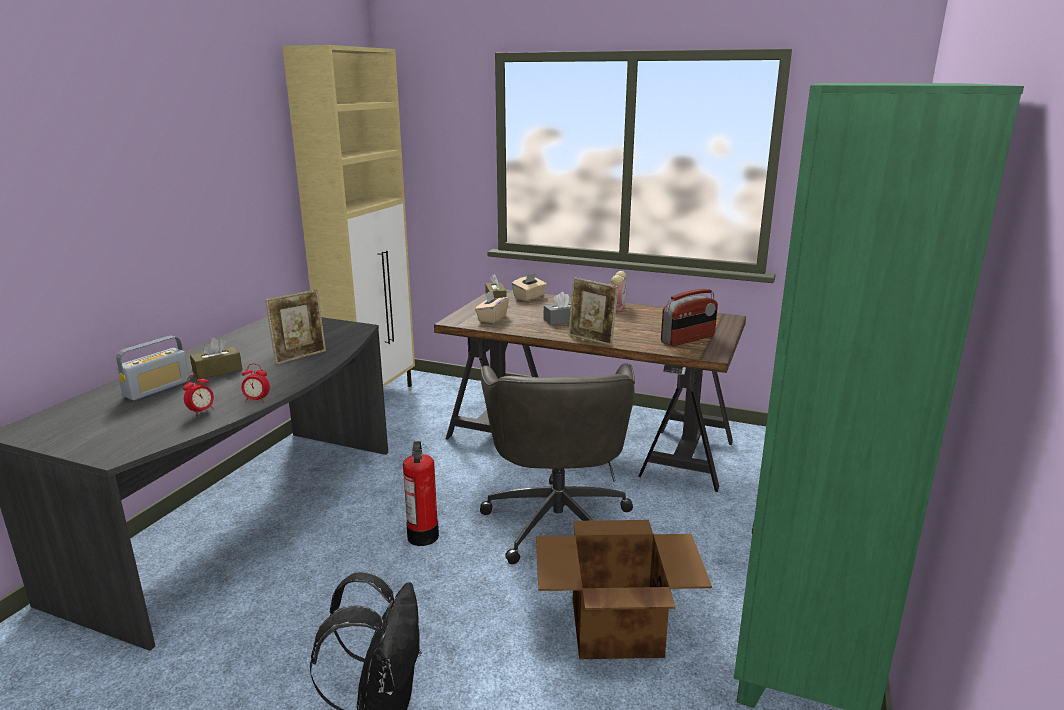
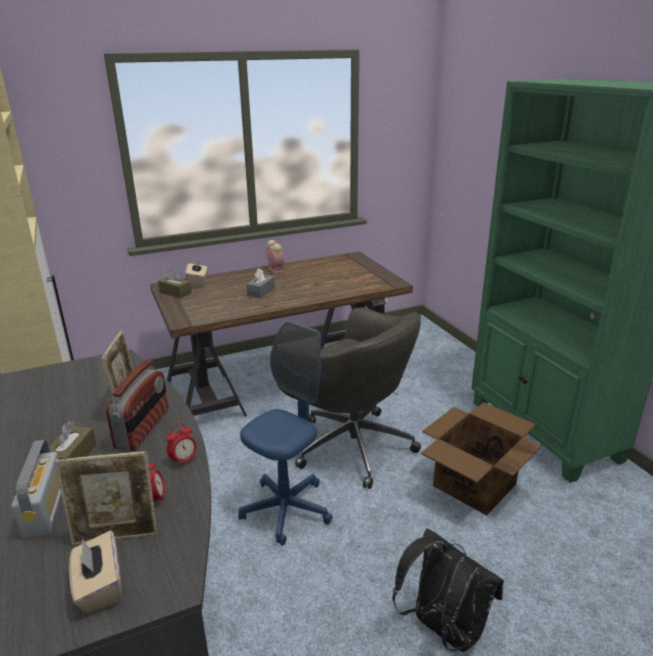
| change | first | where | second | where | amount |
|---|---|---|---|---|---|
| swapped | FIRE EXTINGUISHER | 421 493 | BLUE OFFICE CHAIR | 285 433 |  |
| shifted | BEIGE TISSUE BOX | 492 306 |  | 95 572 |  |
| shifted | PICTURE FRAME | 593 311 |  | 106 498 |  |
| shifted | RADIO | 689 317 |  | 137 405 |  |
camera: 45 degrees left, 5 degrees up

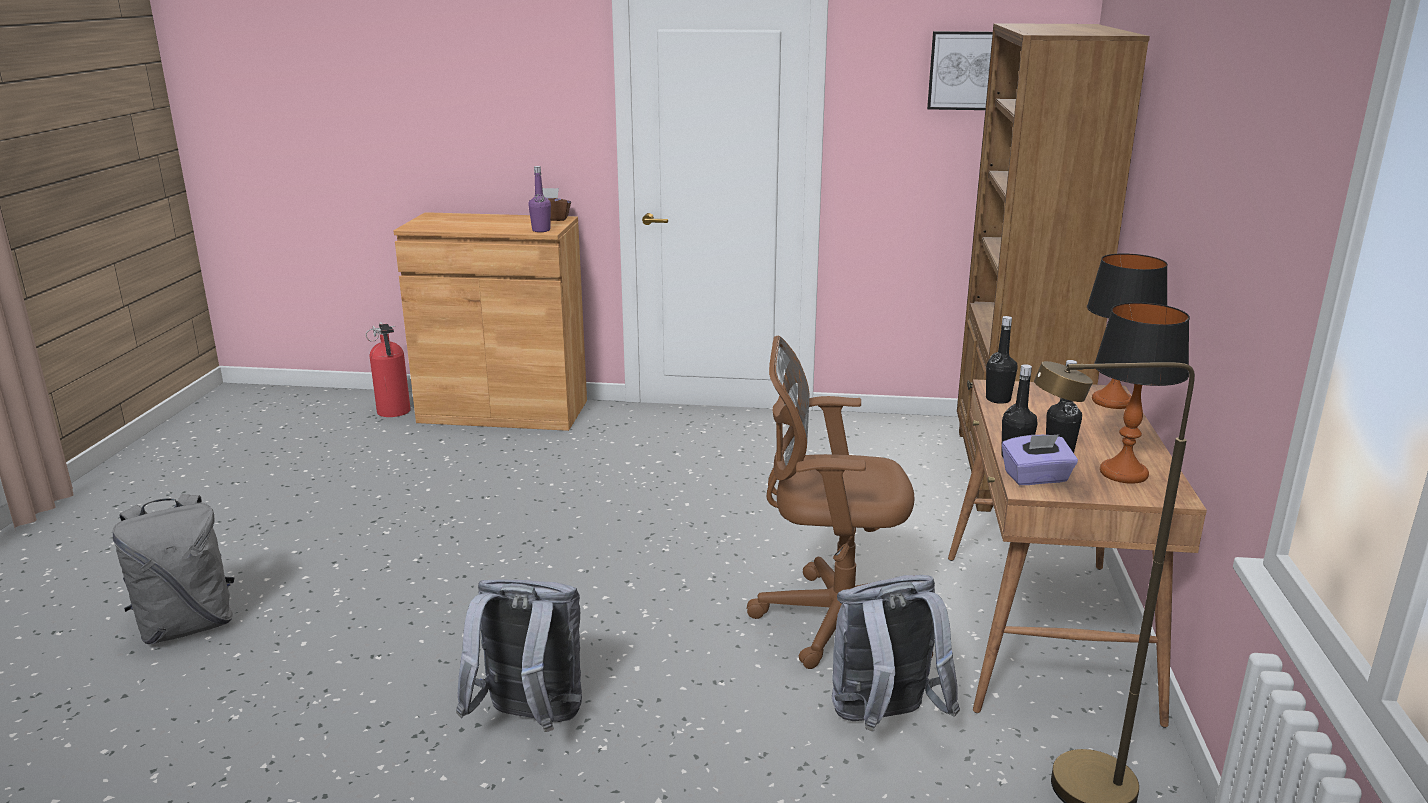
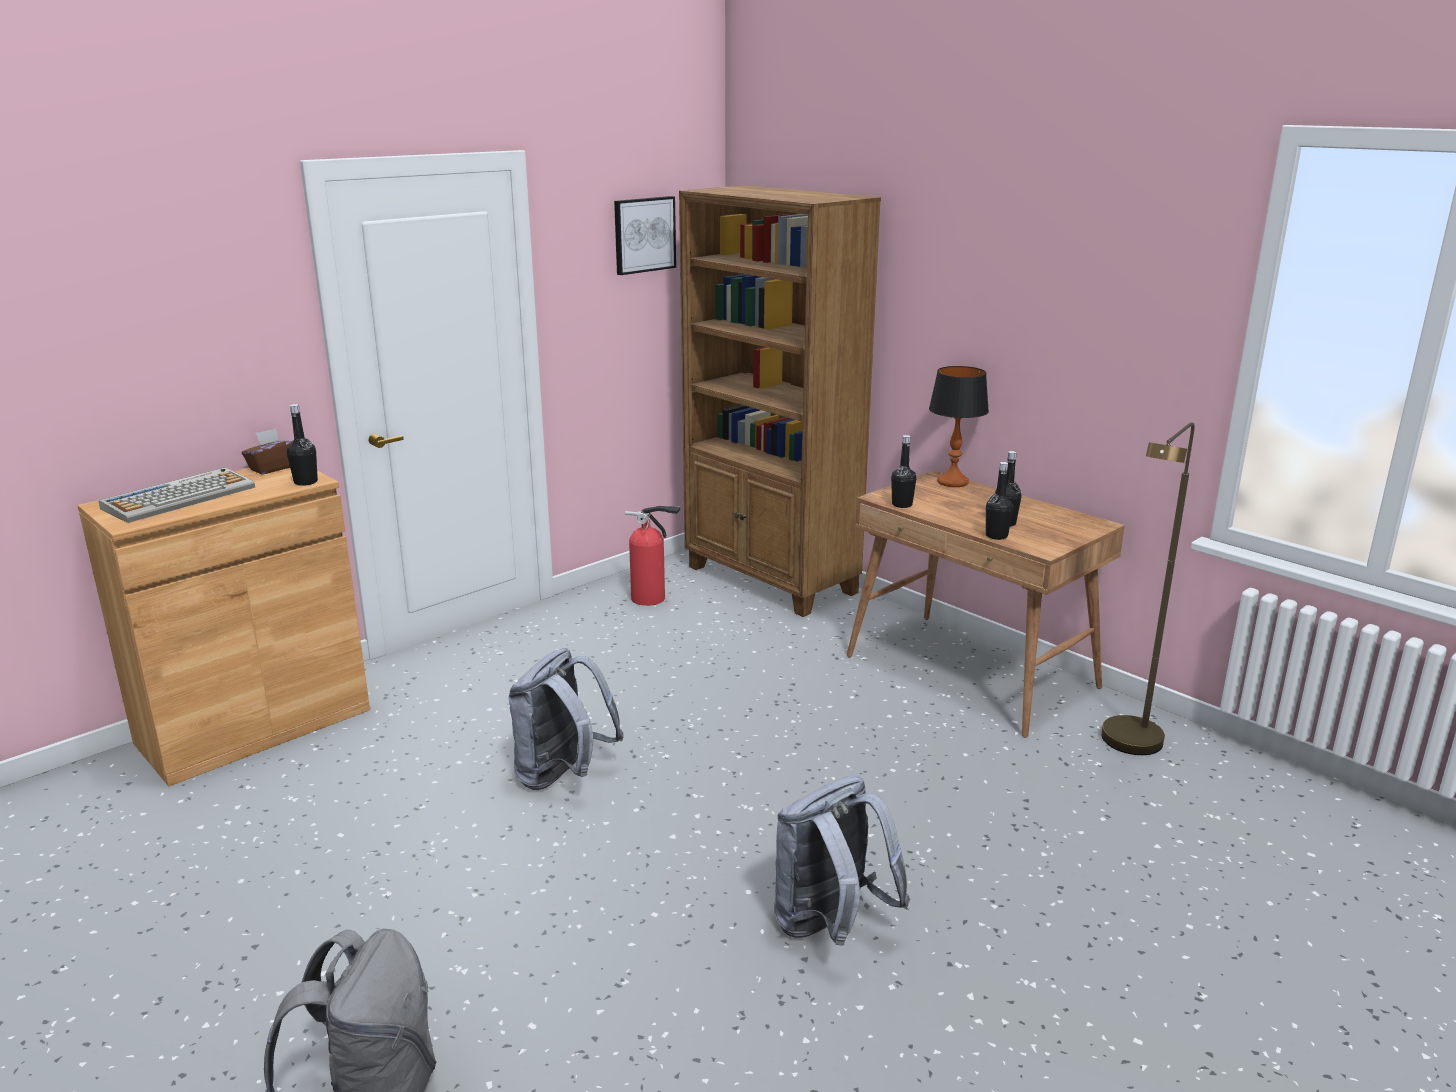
| change | first | where | second | where | amount |
|---|---|---|---|---|---|
| shifted | FIRE EXTINGUISHER | 388 369 |  | 653 556 |  |
| repainted | PURPLE BOTTLE | 539 199 | BLACK BOTTLE | 302 445 |  |
| gone | BROWN OFFICE CHAIR | 840 502 |  |  |  |
| shifted | GREY BACKPACK | 896 653 |  | 565 719 |  |
| gone | PURPLE TISSUE BOX | 1040 459 |  |  |  |
| gone | TABLE LAMP | 1142 393 |  |  |  |
| new |  |  | KEYBOARD | 177 495 |  |
camera: 50 degrees left, 0 degrees up

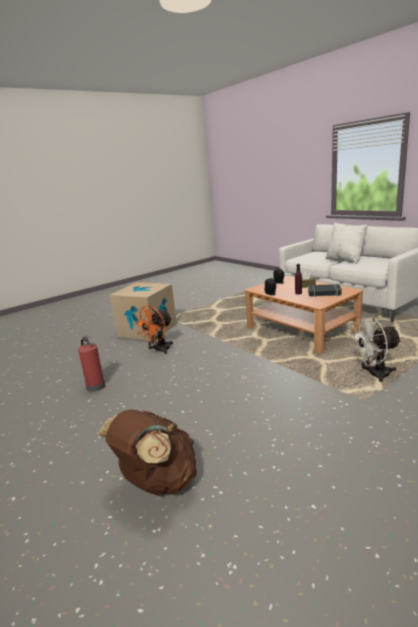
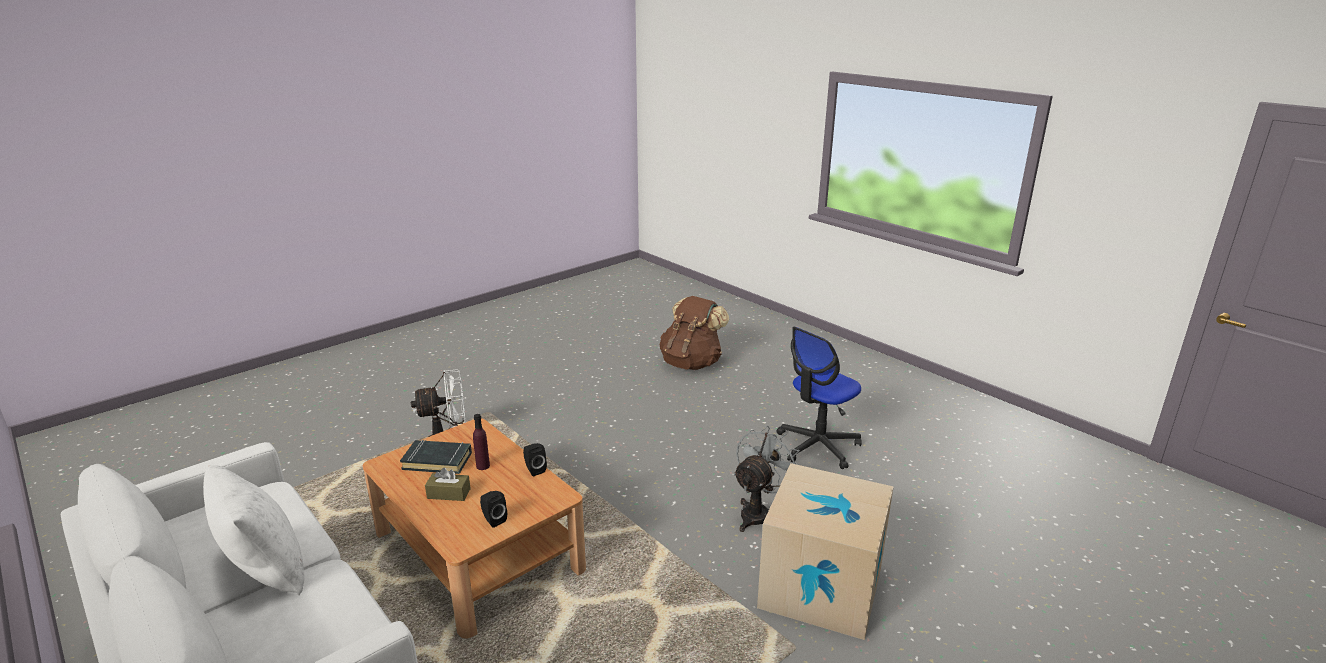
| change | first | where | second | where | amount |
|---|---|---|---|---|---|
| swapped | FIRE EXTINGUISHER | 91 364 | OFFICE CHAIR | 819 398 |  |
| repainted | ORANGE FAN | 153 330 | GREY FAN | 766 479 |  |
camera: 175 degrees right, 5 degrees up

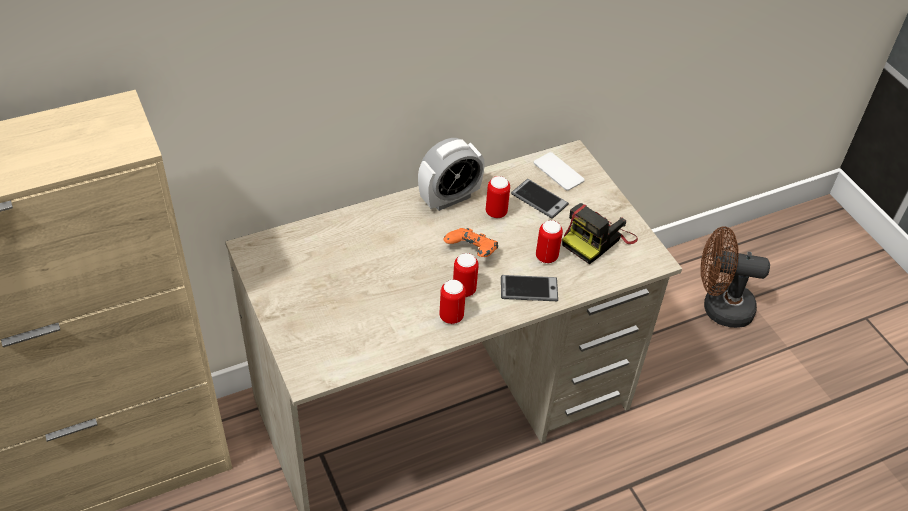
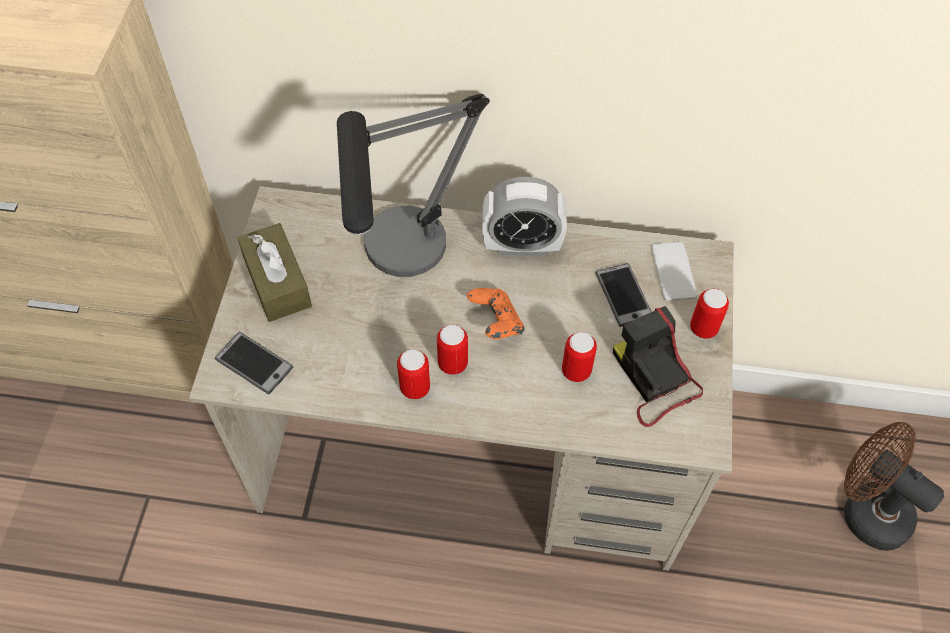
| change | first | where | second | where | amount |
|---|---|---|---|---|---|
| shifted | CAN | 498 197 |  | 709 313 |  |
| shifted | PHONE | 529 288 |  | 254 363 |  |
| rotated | PHOTO CAMERA | 600 233 |  | 658 366 | 75 degrees clockwise |
| new |  |  | BROWN TISSUE BOX | 274 272 |  |
| new |  |  | TABLE LAMP | 413 185 |  |
camera: 35 degrees right, 10 degrees up

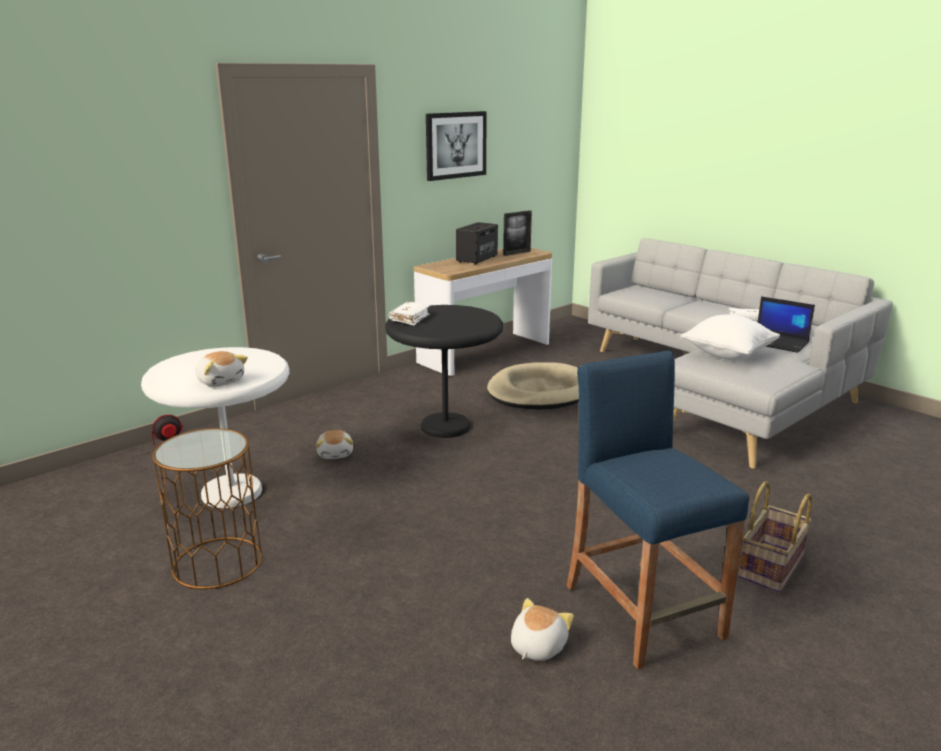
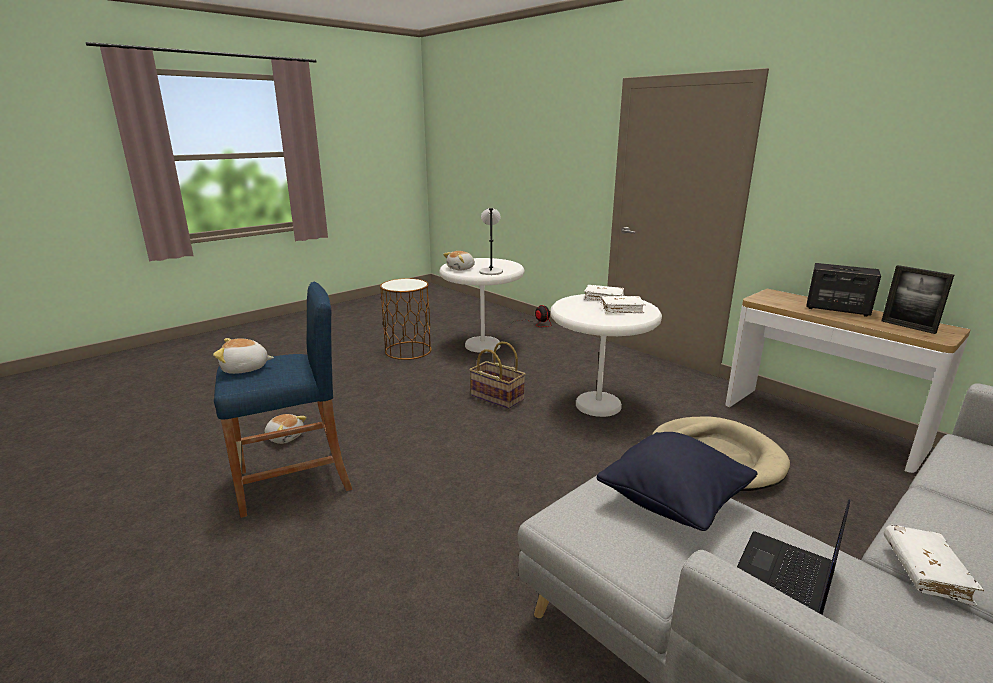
| change | first | where | second | where | amount |
|---|---|---|---|---|---|
| shifted | PLUSH TOY | 334 444 |  | 243 356 |  |
| repainted | BLACK SIDE TABLE | 444 371 | WHITE SIDE TABLE | 606 355 |  |
| gone | PICTURE | 456 146 |  |  |  |
| repainted | WHITE PILLOW | 730 338 | BLACK PILLOW | 677 481 |  |
| shifted | BASKET | 775 537 |  | 497 375 |  |
| new |  |  | GREY TABLE LAMP | 491 241 |  |
| new |  |  | WHITE BOOK | 623 304 |  |
camera: 90 degrees right, 0 degrees up

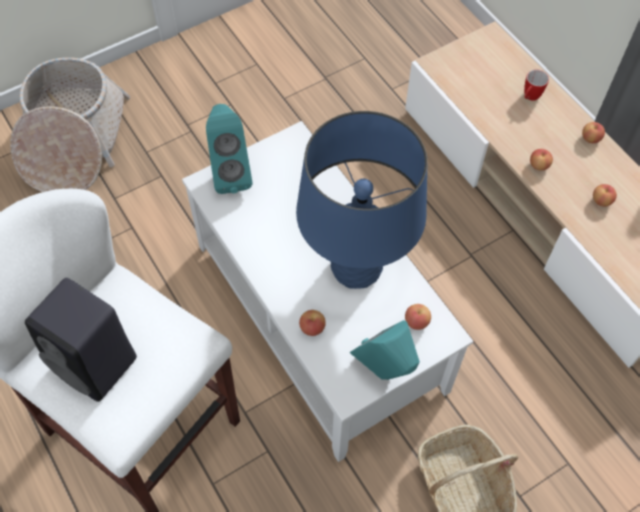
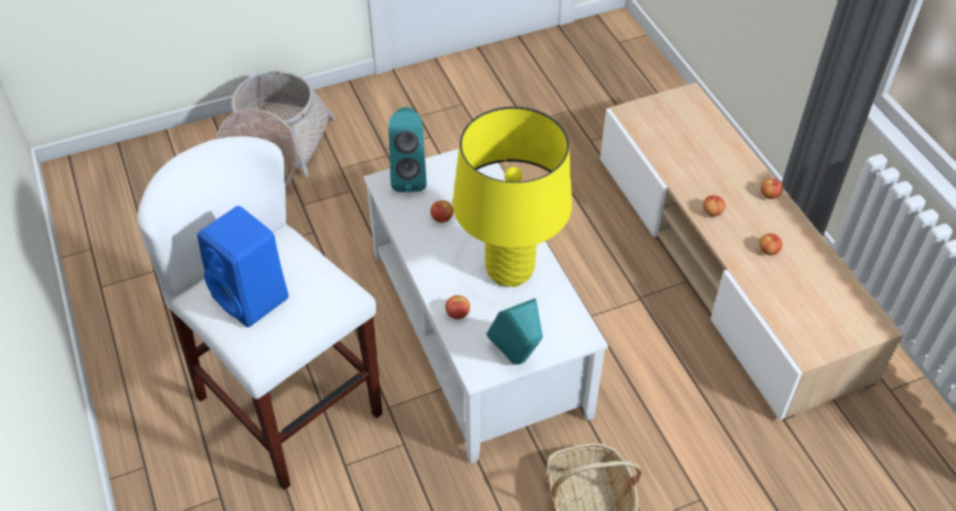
| change | first | where | second | where | amount |
|---|---|---|---|---|---|
| repainted | BLACK SPEAKER | 81 340 | BLUE SPEAKER | 243 266 |  |
| repainted | BLUE TABLE LAMP | 361 200 | YELLOW TABLE LAMP | 512 196 |  |
| shifted | APPLE | 418 317 |  | 441 211 |  |
| gone | MUG | 536 85 |  |  |  |
camera: 10 degrees right, 10 degrees down

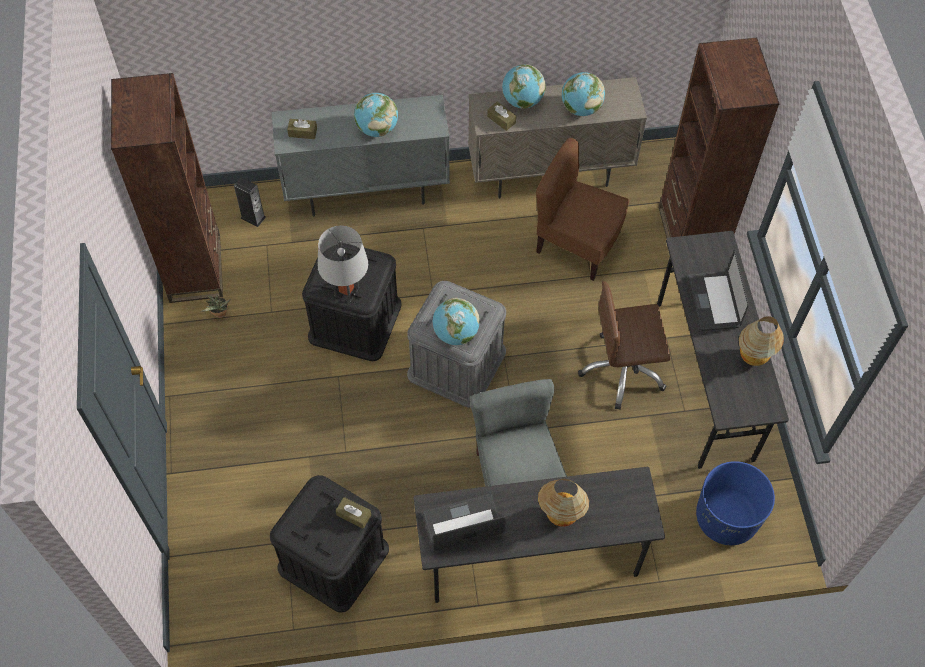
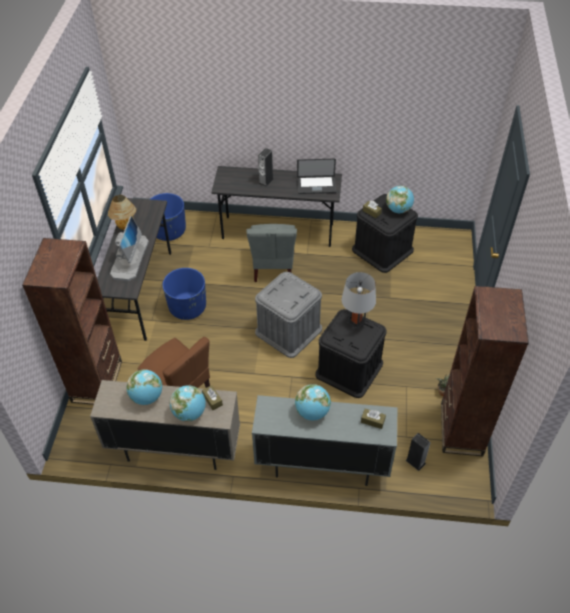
| change | first | where | second | where | amount |
|---|---|---|---|---|---|
| shifted | GLOBE | 456 321 |  | 400 199 |  |
| swapped | TABLE LAMP | 563 503 | SPEAKER | 266 167 |  |
| swapped | BROWN OFFICE CHAIR | 624 345 | BLUE PLANTER | 184 294 |  |
| swapped | LAPTOP | 718 290 | MONITOR | 129 248 |  |
camera: 165 degrees left, 10 degrees down

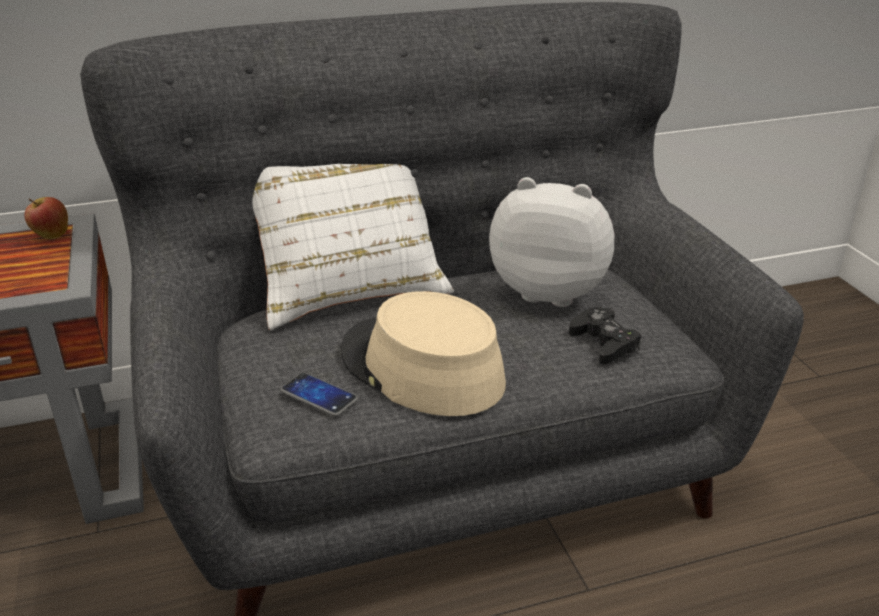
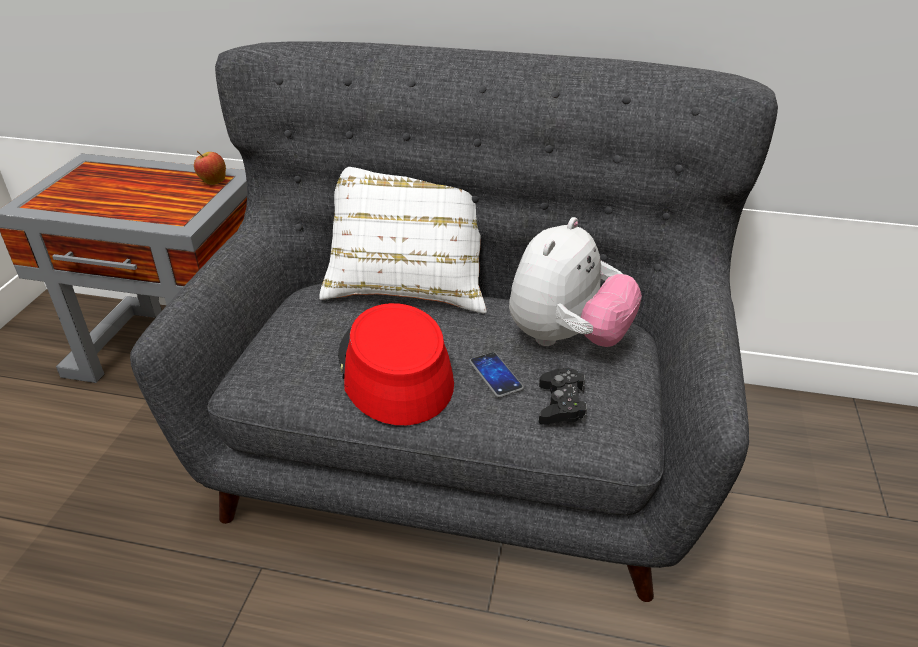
| change | first | where | second | where | amount |
|---|---|---|---|---|---|
| shifted | PHONE | 319 395 |  | 496 375 |  |
| repainted | BEIGE HAT | 423 353 | RED HAT | 396 364 |  |
| rotated | PLUSH TOY | 551 242 |  | 575 282 | 75 degrees clockwise |
camera: 30 degrees right, 5 degrees up

